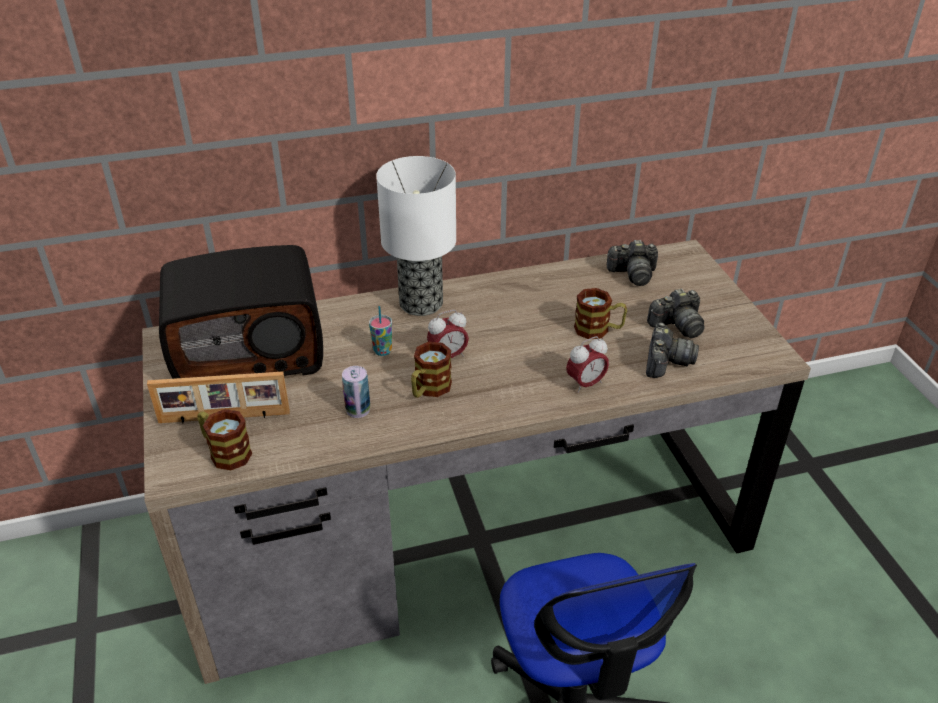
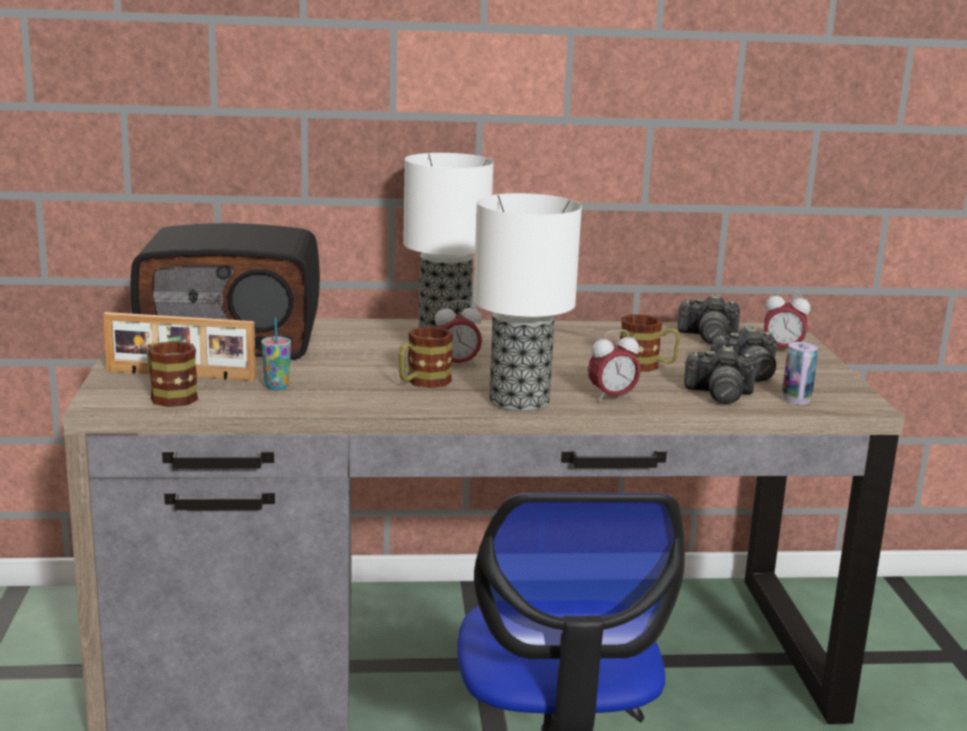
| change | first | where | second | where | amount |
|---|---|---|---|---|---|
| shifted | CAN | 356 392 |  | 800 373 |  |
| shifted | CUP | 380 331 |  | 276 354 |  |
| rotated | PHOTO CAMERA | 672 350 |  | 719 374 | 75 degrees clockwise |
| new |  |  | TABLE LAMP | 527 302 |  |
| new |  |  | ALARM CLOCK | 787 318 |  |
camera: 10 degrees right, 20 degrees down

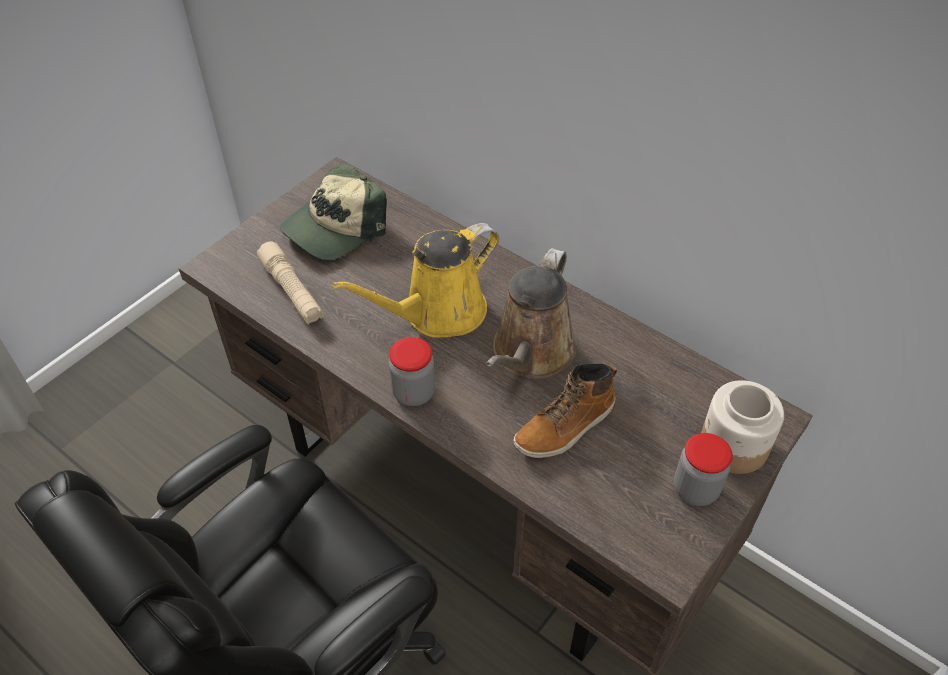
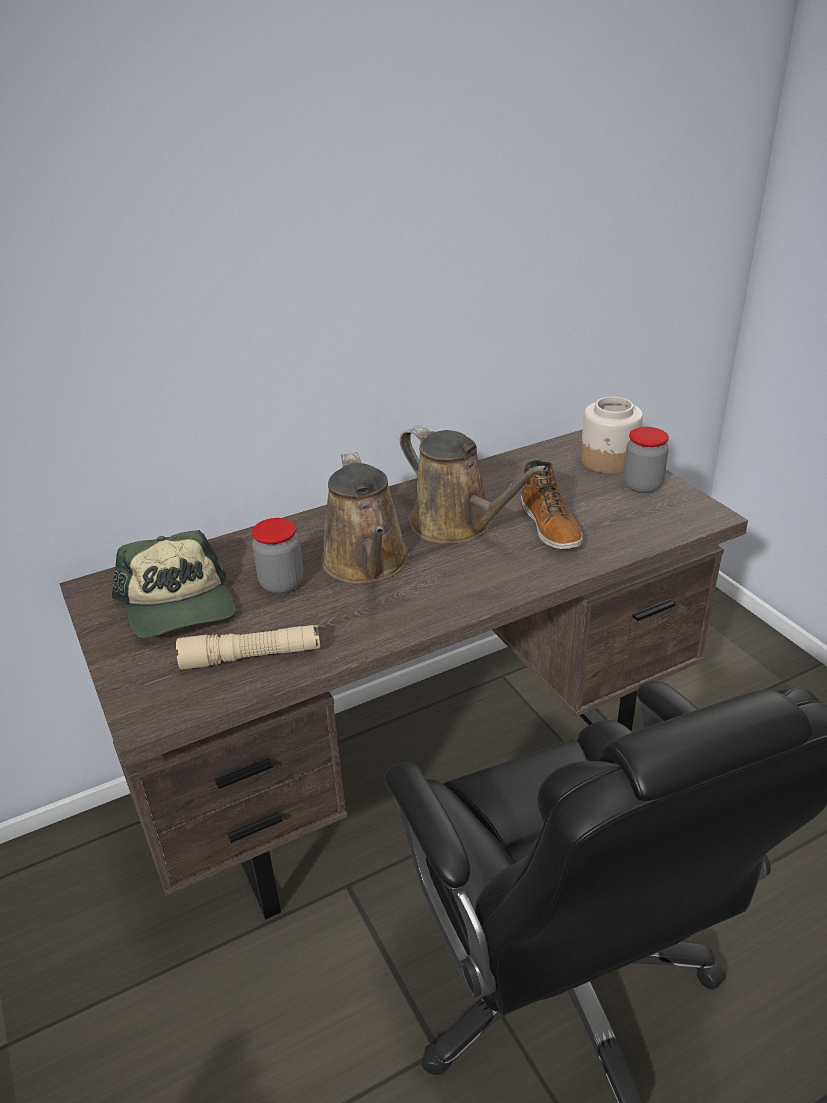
| change | first | where | second | where | amount |
|---|---|---|---|---|---|
| repainted | YELLOW WATERING CAN | 415 280 | BROWN WATERING CAN | 365 518 |  |
| shifted | JAR | 412 371 |  | 277 556 |  |
camera: 65 degrees left, 15 degrees down

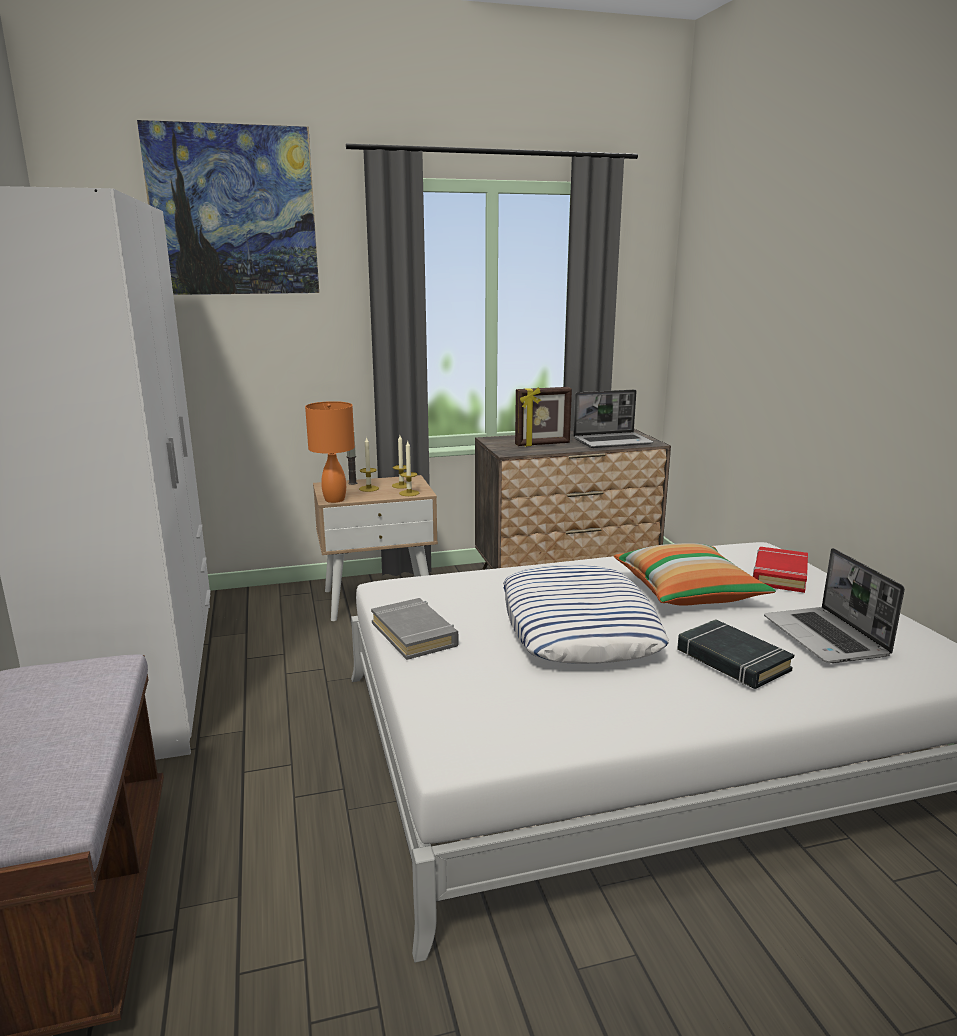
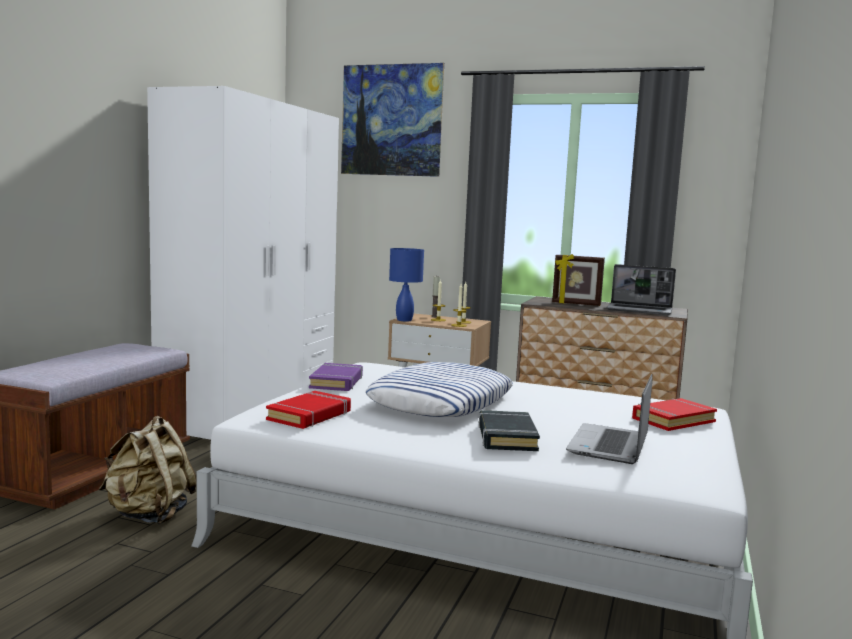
| change | first | where | second | where | amount |
|---|---|---|---|---|---|
| repainted | ORANGE TABLE LAMP | 330 452 | BLUE TABLE LAMP | 406 284 |  |
| repainted | GREY BOOK | 414 629 | PURPLE BOOK | 336 377 |  |
| gone | PILLOW | 695 574 |  |  |  |
| new |  |  | BEIGE BACKPACK | 148 470 |  |
| new |  |  | RED BOOK | 308 410 |  |
camera: 35 degrees right, 10 degrees down

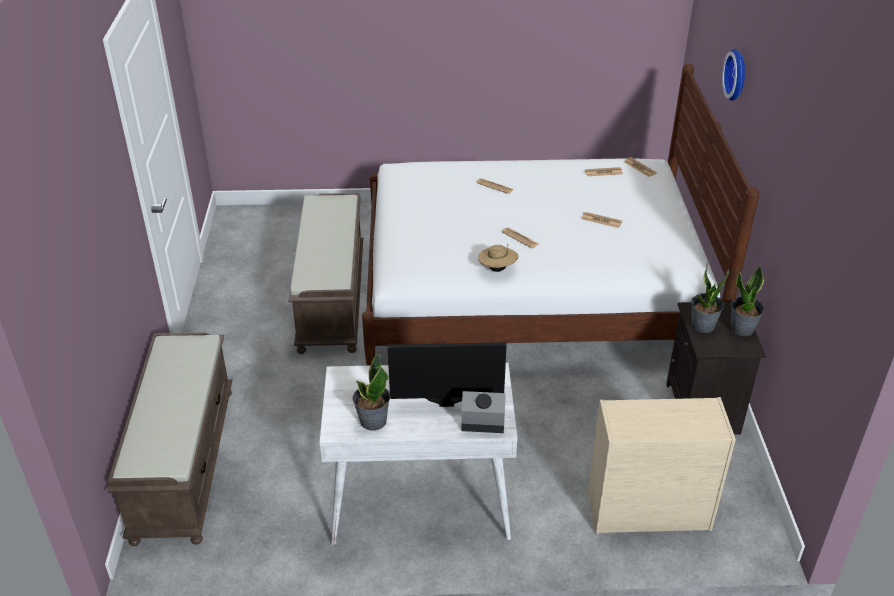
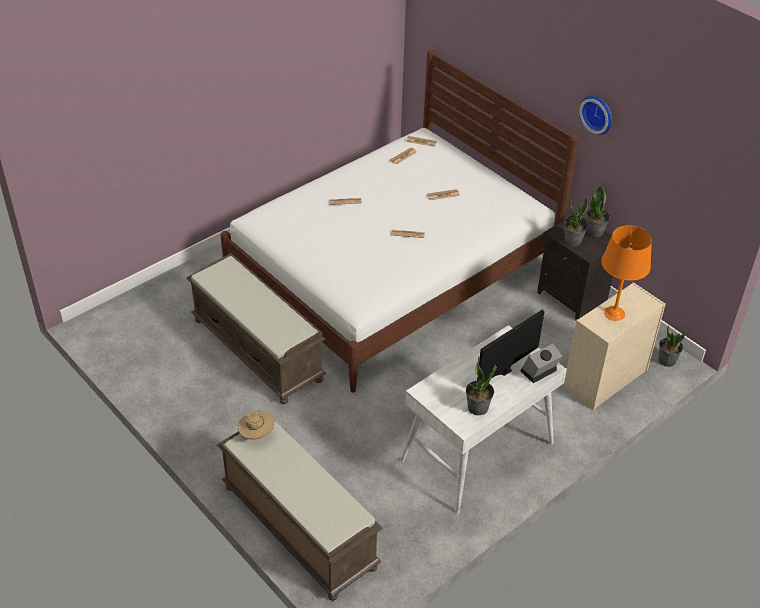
| change | first | where | second | where | amount |
|---|---|---|---|---|---|
| shifted | BEIGE HAT | 498 258 |  | 256 424 |  |
| shifted | WALL CLOCK | 733 75 |  | 595 115 |  |
| new |  |  | ORANGE TABLE LAMP | 626 273 |  |
| new |  |  | POTTED PLANT | 671 346 |  |
camera: 40 degrees left, 5 degrees up

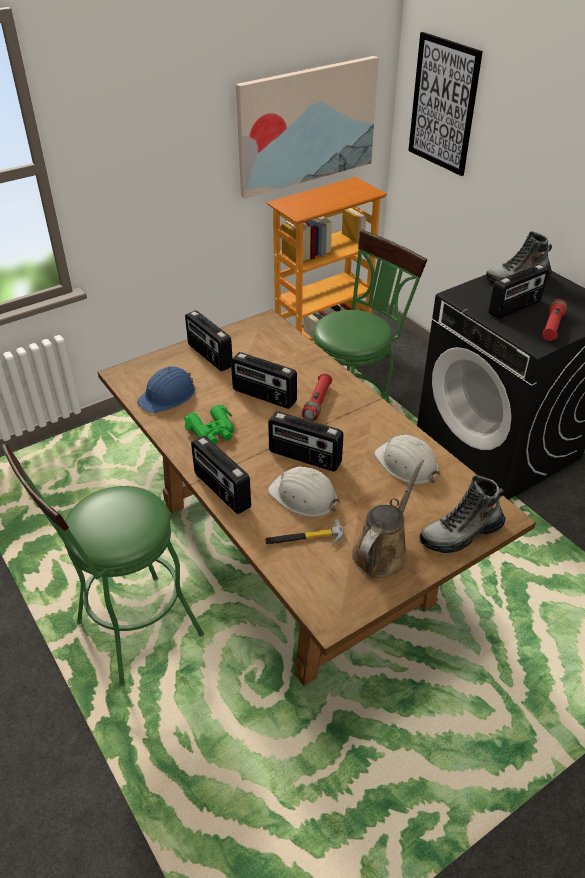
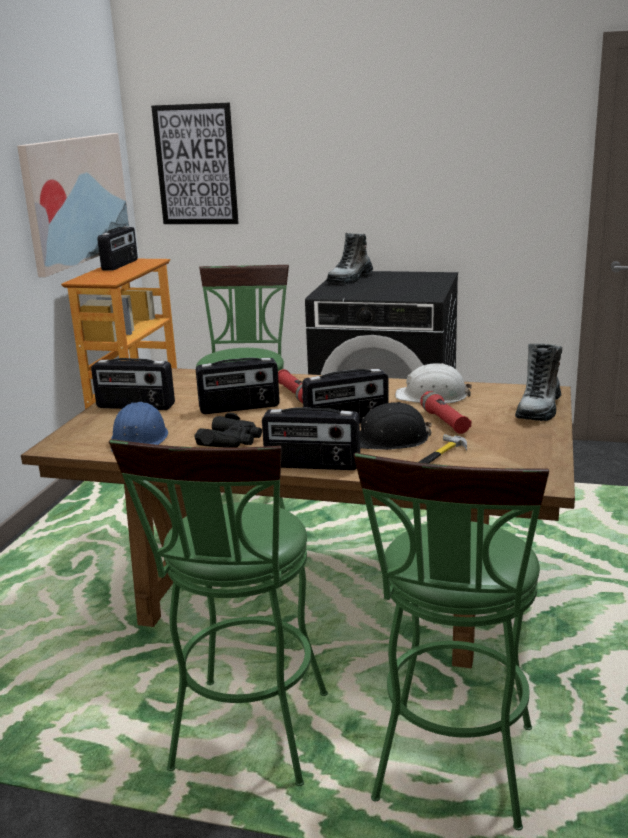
| change | first | where | second | where | amount |
|---|---|---|---|---|---|
| repainted | GREEN BINOCULARS | 209 424 | BLACK BINOCULARS | 228 430 |  |
| repainted | WHITE HARD HAT | 304 492 | BLACK HARD HAT | 396 426 |  |
| gone | BROWN WATERING CAN | 388 518 |  |  |  |
| shifted | RADIO | 519 291 |  | 117 248 |  |
| shifted | RED FLASHLIGHT | 554 320 |  | 445 412 |  |
| new |  |  | GREEN STOOL | 451 641 |  |
camera: 40 degrees left, 20 degrees down

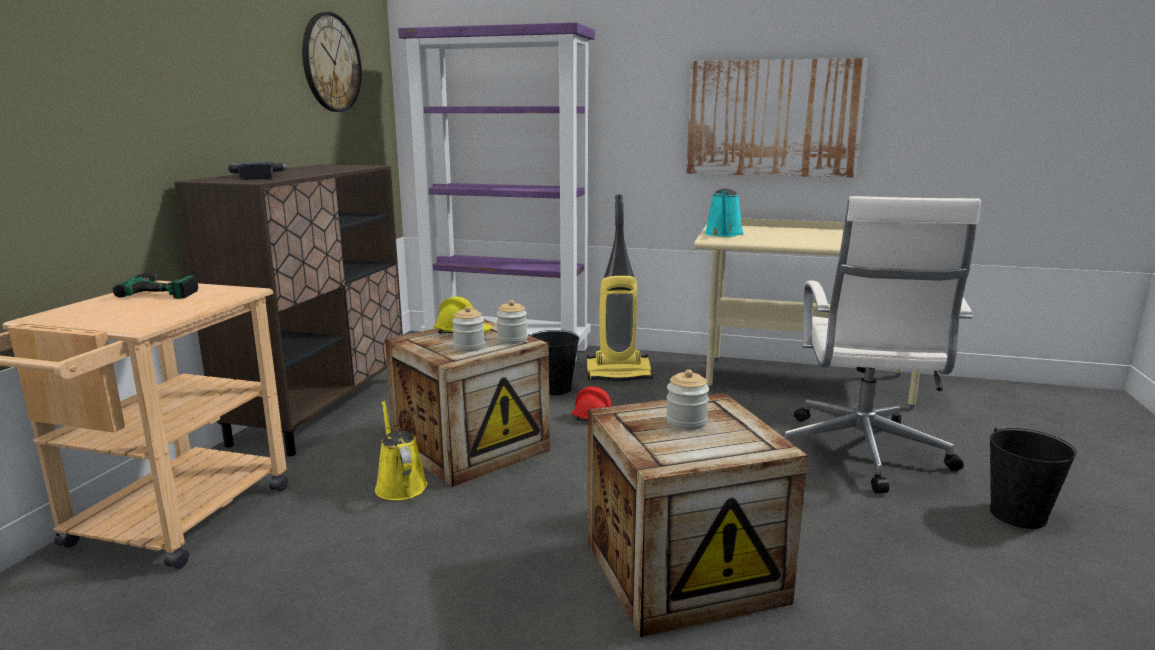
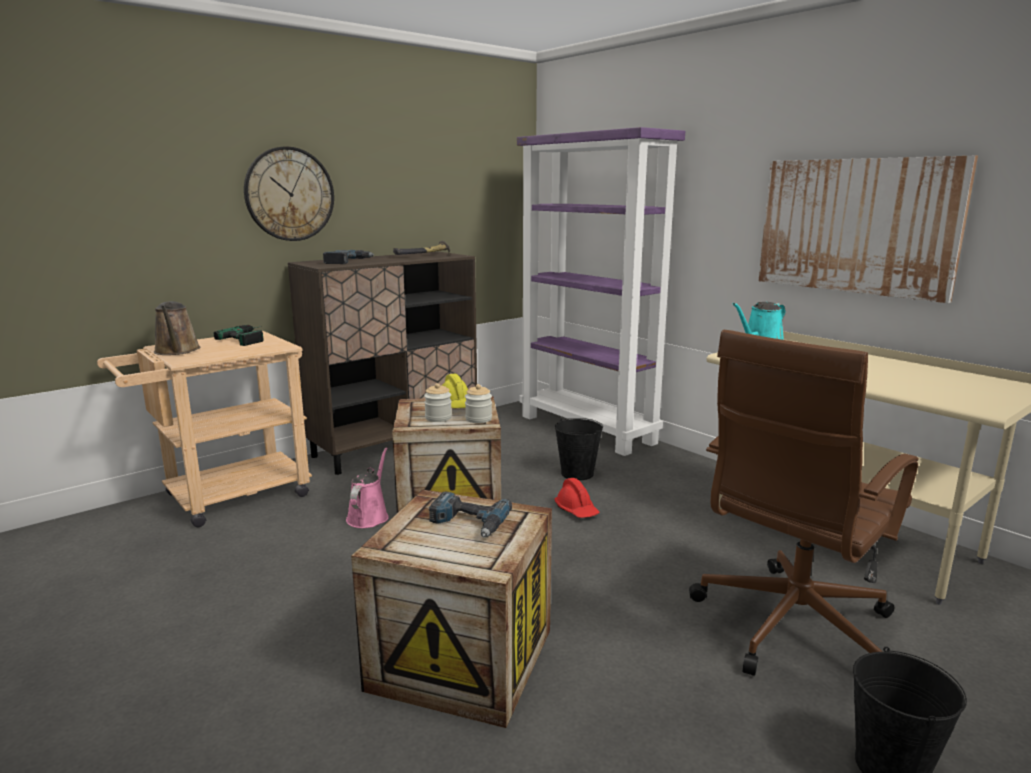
| change | first | where | second | where | amount |
|---|---|---|---|---|---|
| shifted | WALL CLOCK | 332 62 |  | 289 193 |  |
| repainted | YELLOW WATERING CAN | 401 450 | PINK WATERING CAN | 367 488 |  |
| gone | VACUUM CLEANER | 620 287 |  |  |  |
| swapped | JAR | 687 399 | POWER DRILL | 470 515 |  |
| repainted | WHITE OFFICE CHAIR | 882 344 | BROWN OFFICE CHAIR | 803 502 |  |
| new |  |  | BROWN WATERING CAN | 177 328 |  |
| new |  |  | HAMMER | 421 248 |  |
camera: 35 degrees right, 0 degrees up

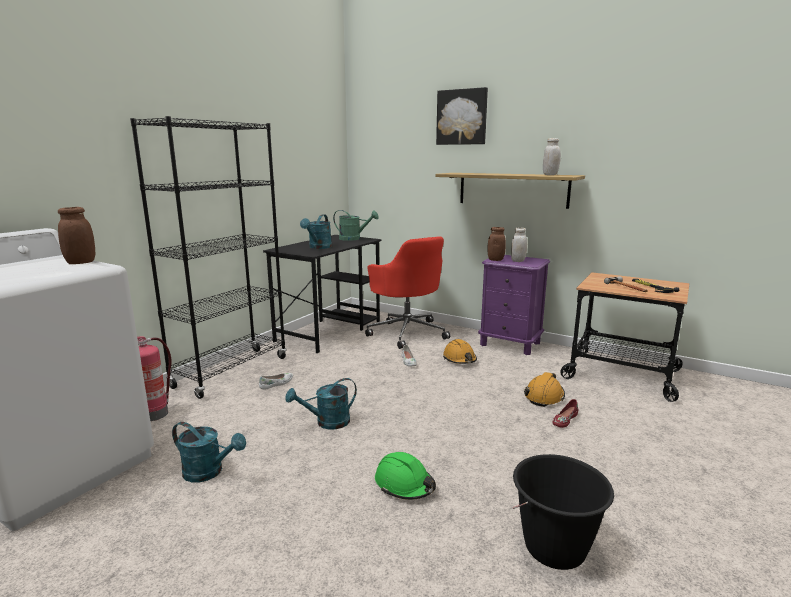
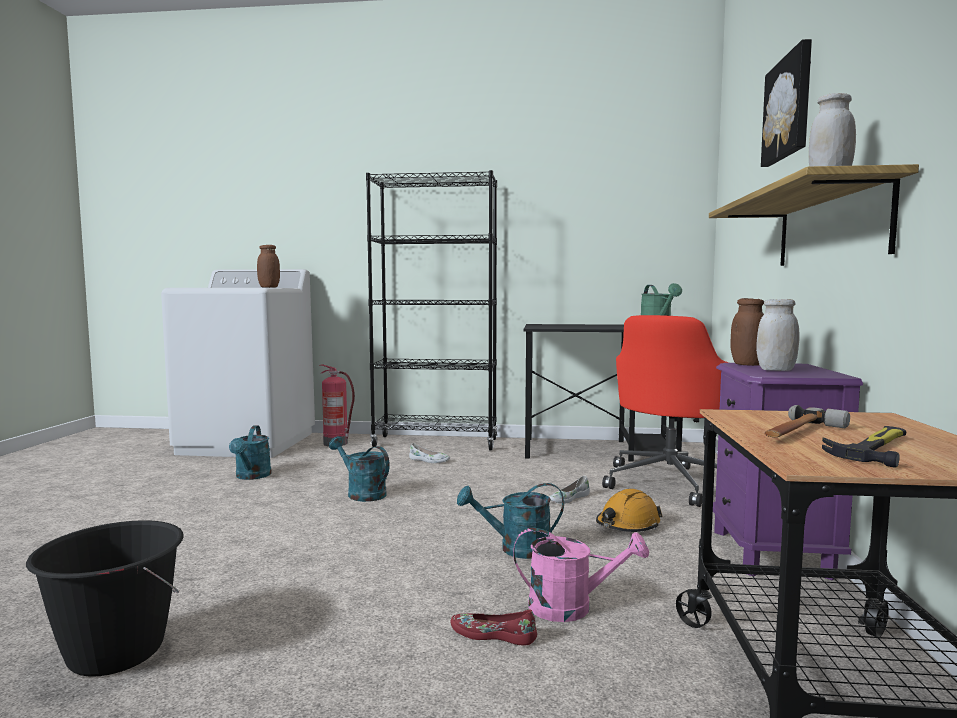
| change | first | where | second | where | amount |
|---|---|---|---|---|---|
| shifted | TURQUOISE WATERING CAN | 316 231 |  | 510 521 |  |
| gone | GREEN HARD HAT | 405 476 |  |  |  |
| swapped | ORANGE HARD HAT | 544 389 | PINK WATERING CAN | 581 574 |  |
camera: 65 degrees right, 10 degrees down

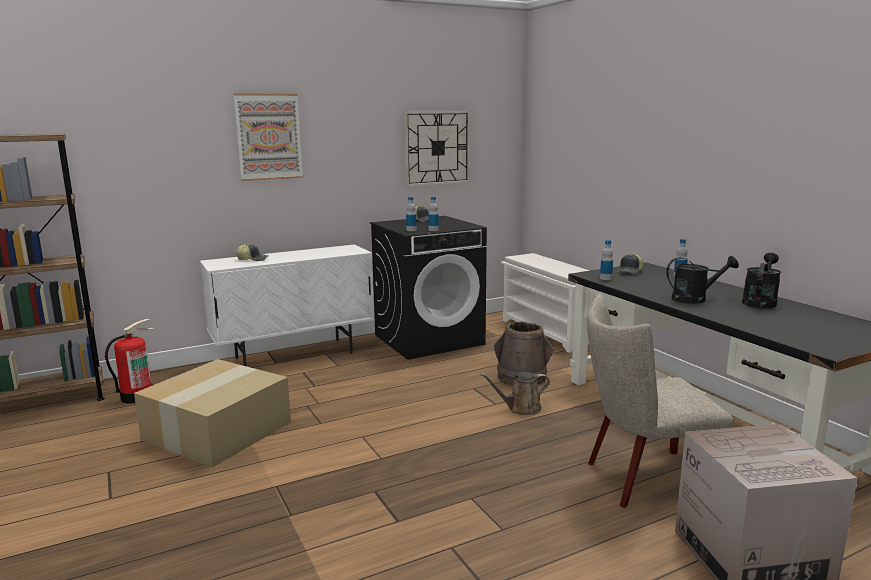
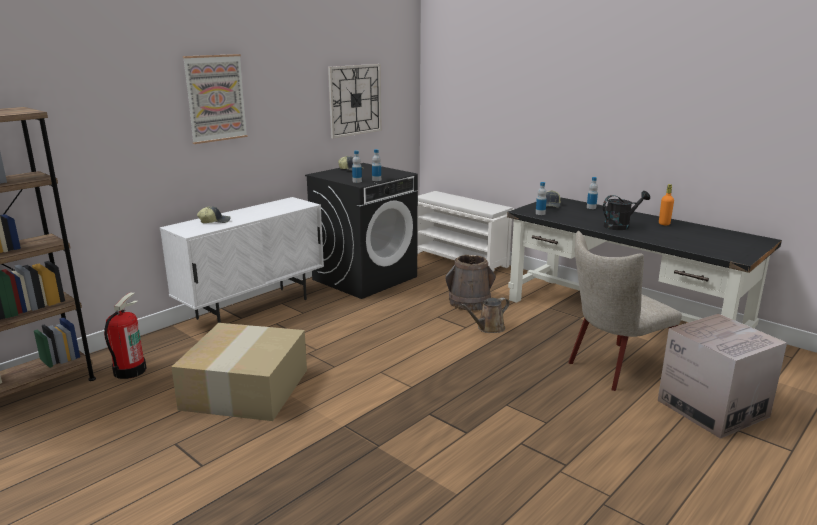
| change | first | where | second | where | amount |
|---|---|---|---|---|---|
| swapped | BLACK WATERING CAN | 761 280 | ORANGE BOTTLE | 666 204 |  |
camera: 20 degrees left, 5 degrees up

